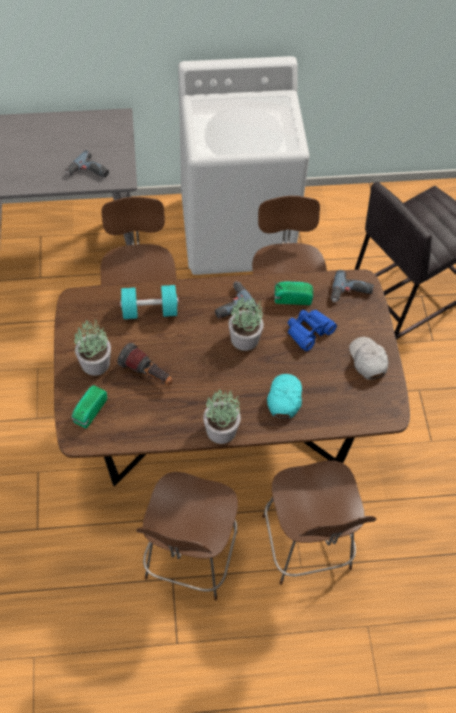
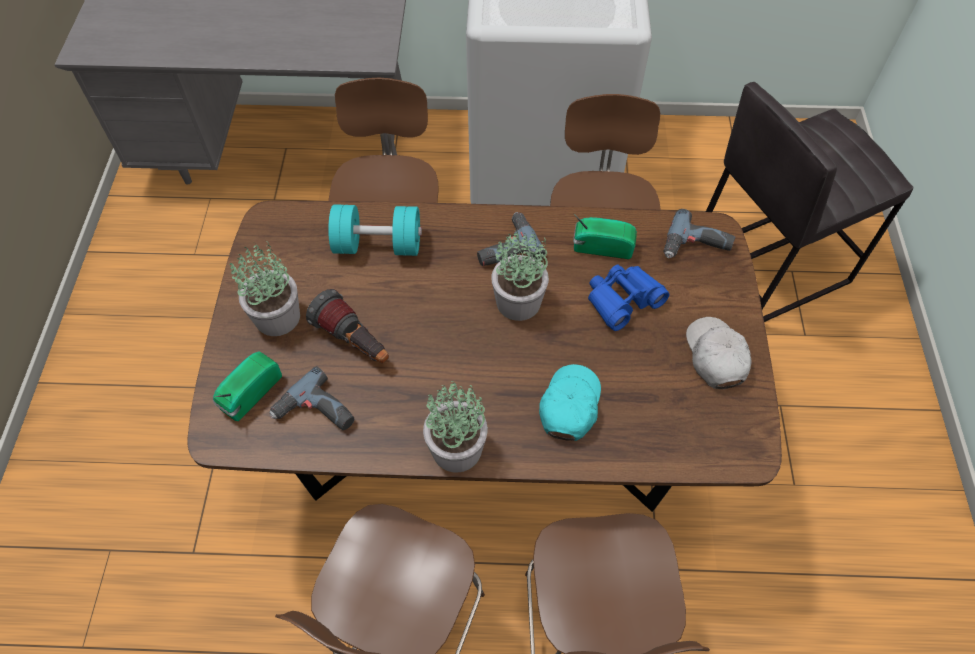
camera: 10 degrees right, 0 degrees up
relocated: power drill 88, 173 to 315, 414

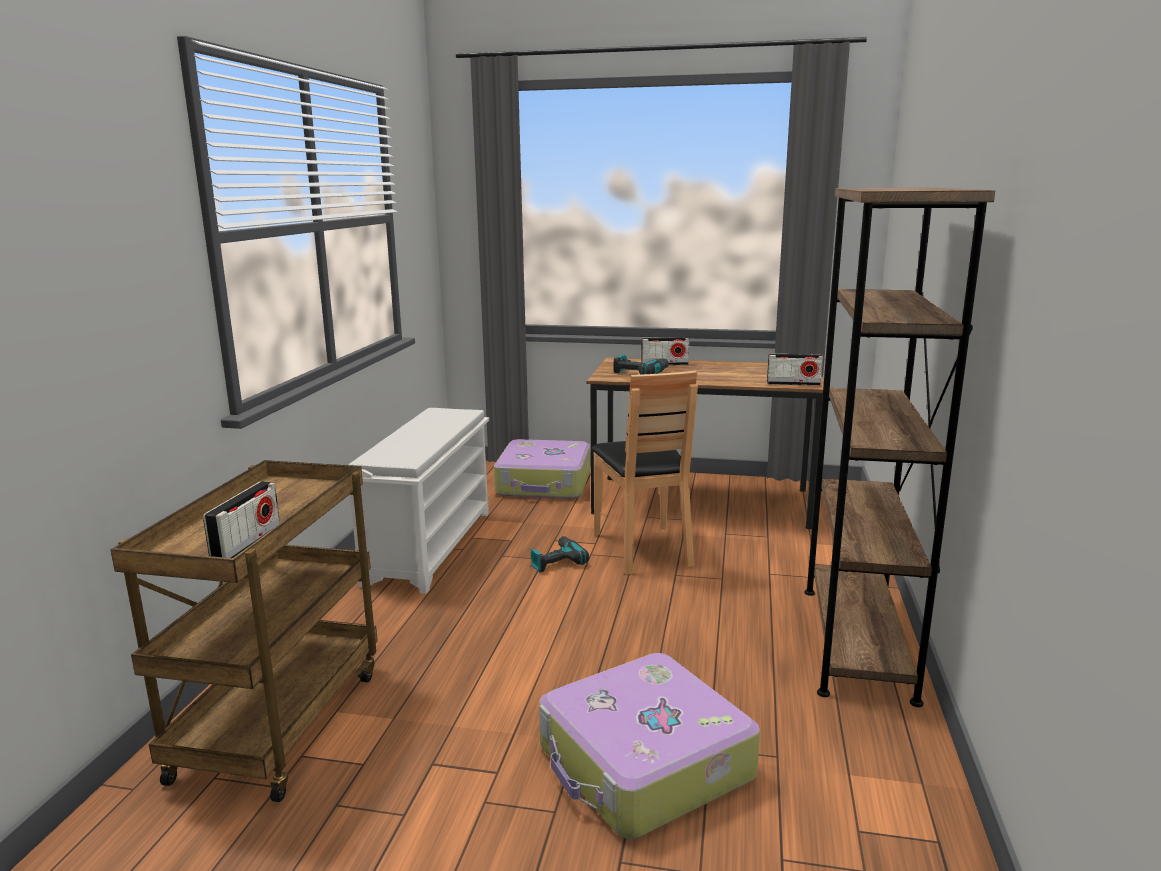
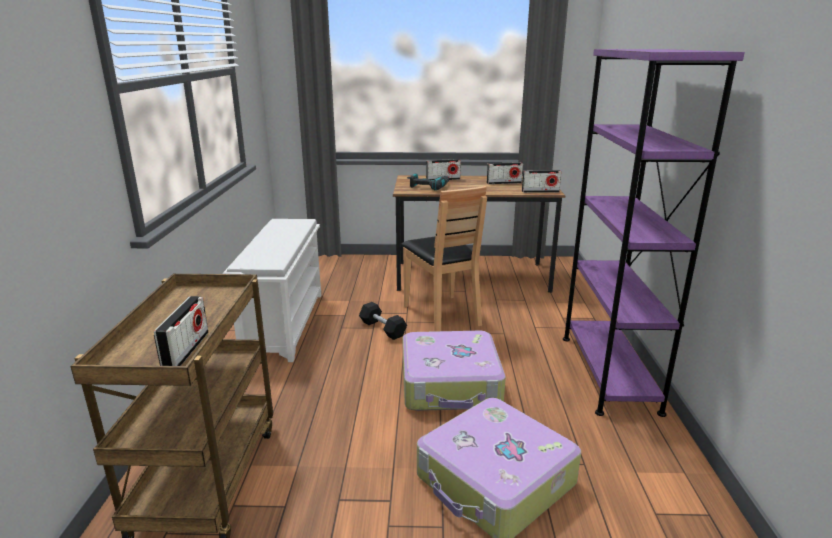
camera: 10 degrees left, 5 degrees up
appeared: radio 504, 183
relocated: suitcase 544, 483 to 451, 384
exchanged: power drill 556, 561 to dumbbell/black 382, 329
colour: bookcase/brown 856, 641 to bookcase/purple 608, 372

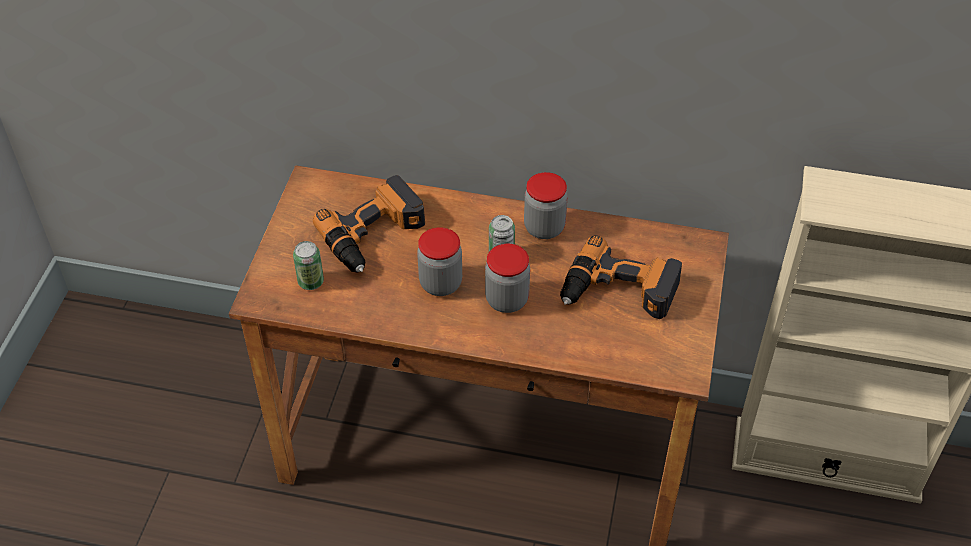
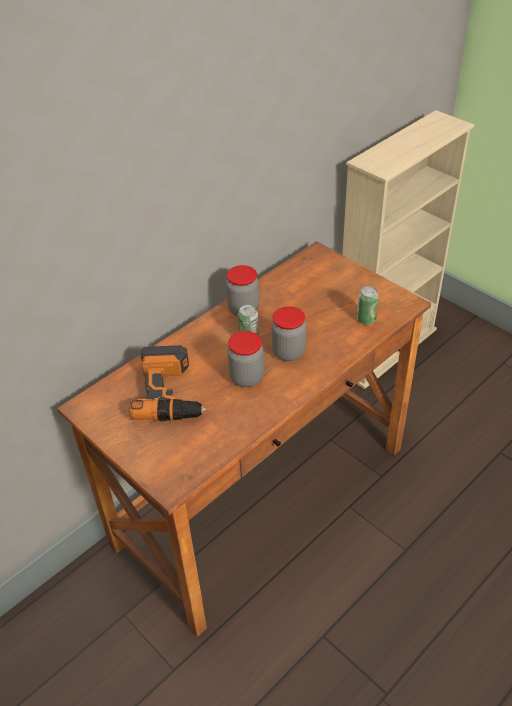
camera: 55 degrees left, 5 degrees down
missing: power drill 619, 292
relocated: can 311, 282 to 366, 319

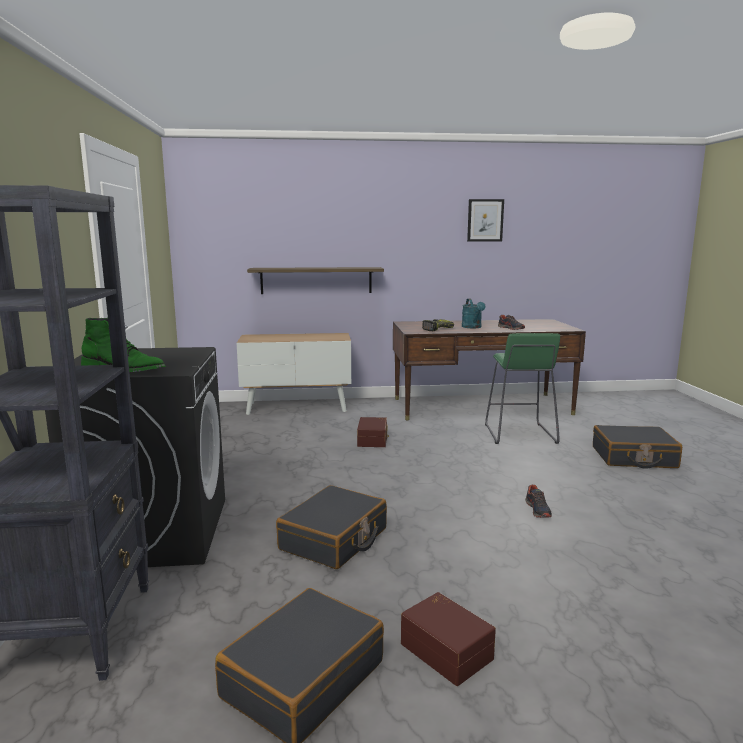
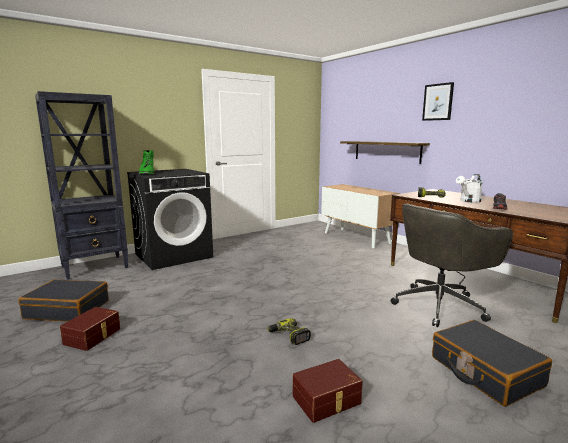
camera: 60 degrees right, 0 degrees up
missing: suitcase/black 334, 539
relocated: storage box/brown 373, 440 to 327, 400; picture 485, 220 to 437, 102
exchanged: stool/green 519, 434 to office chair/grey 440, 305; shoe 538, 510 to power drill 288, 336
colour: watering can/turquoise 473, 327 to watering can/white 468, 201

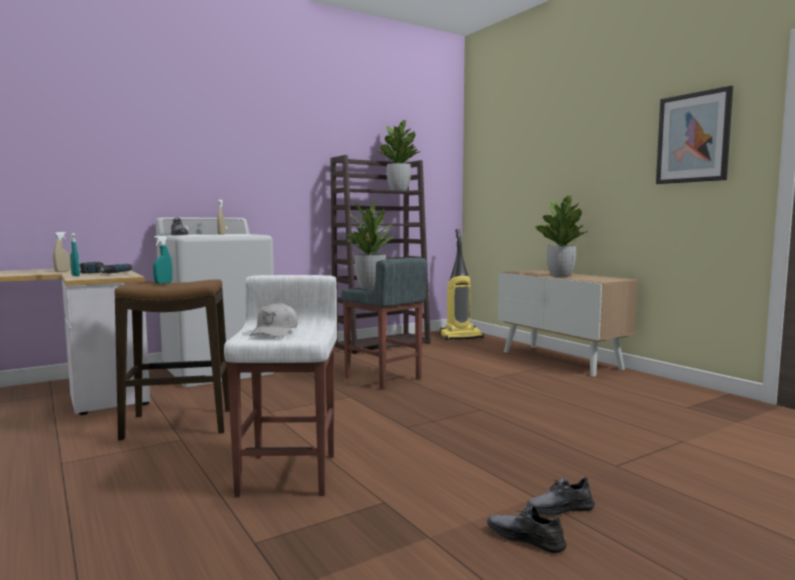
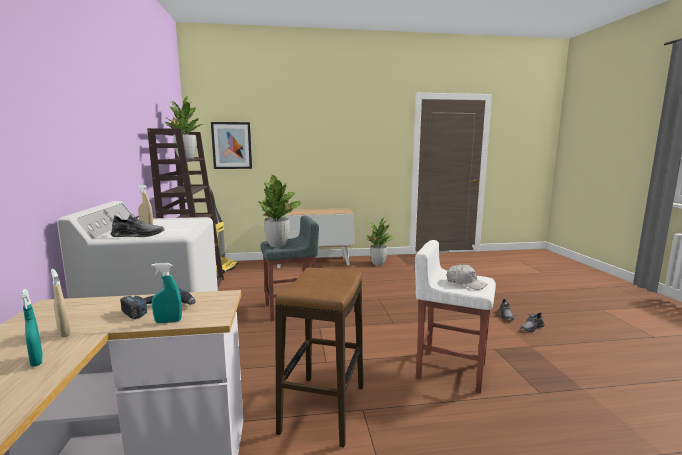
camera: 65 degrees left, 5 degrees up
relocated: spray bottle/turquoise 163, 283 to 37, 361; potted plant 560, 275 to 378, 263; picture 693, 138 to 232, 145

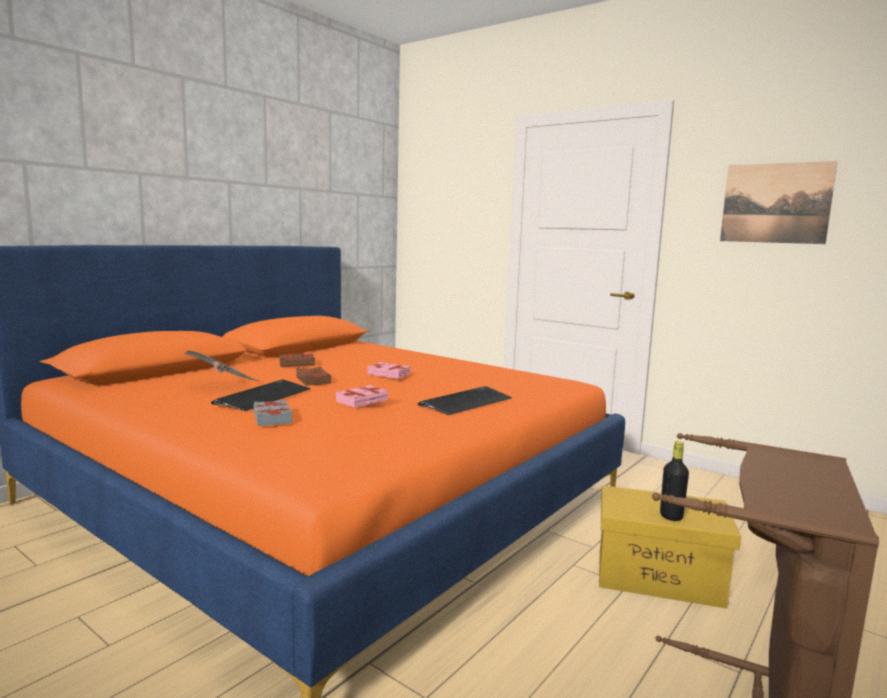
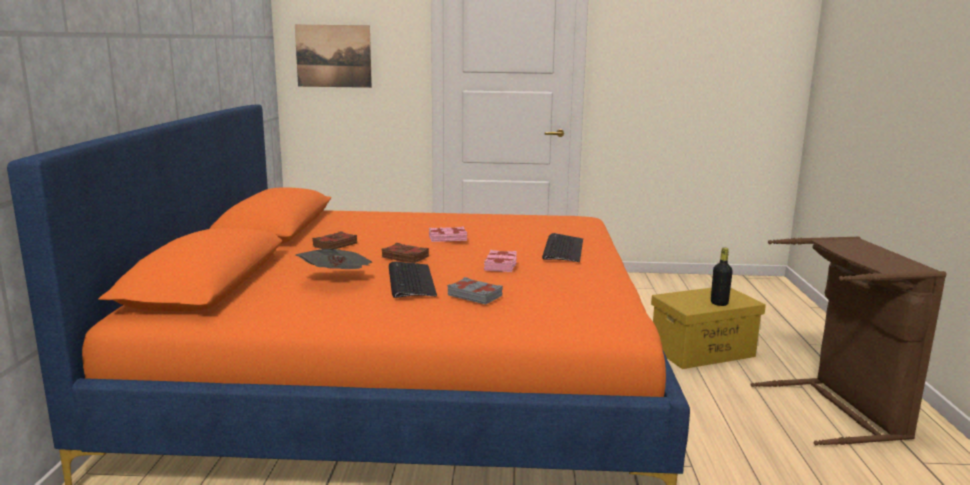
camera: 35 degrees left, 5 degrees up
relocated: picture 775, 203 to 333, 56

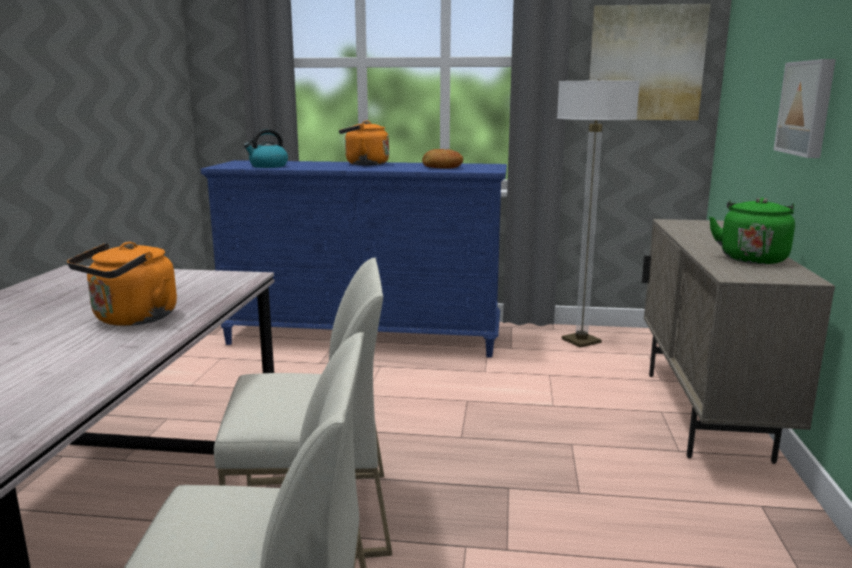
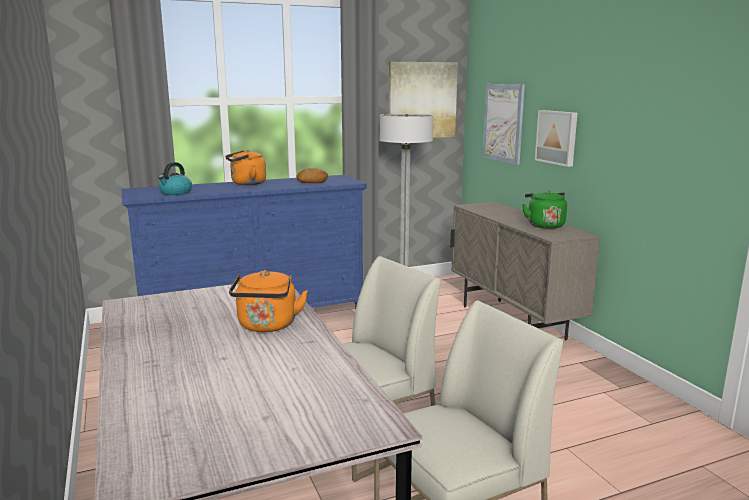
camera: 30 degrees left, 0 degrees up
appeared: picture 503, 123

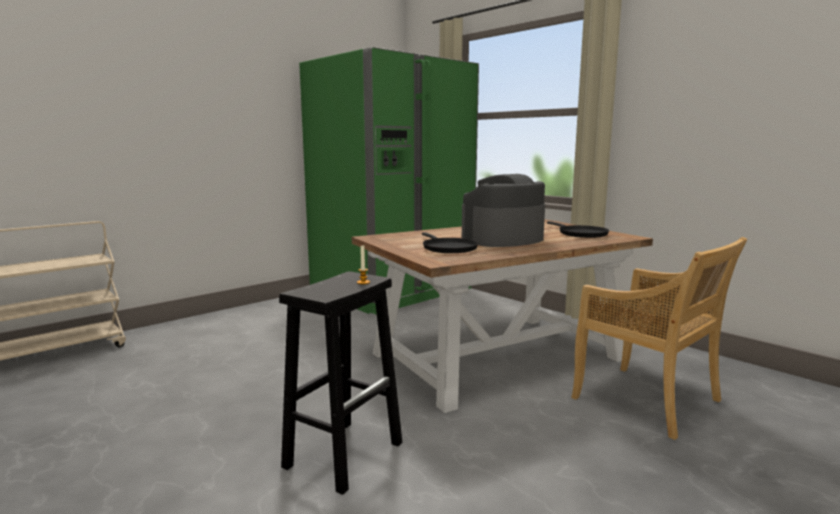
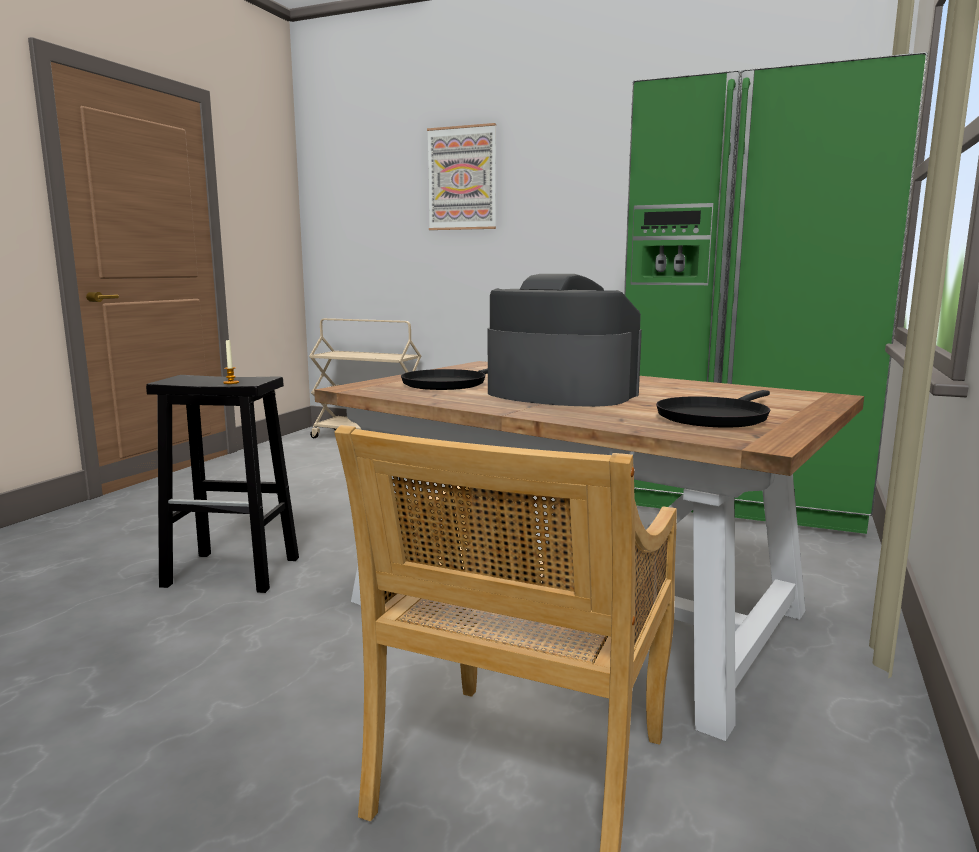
camera: 65 degrees right, 0 degrees up
appeared: picture 462, 178

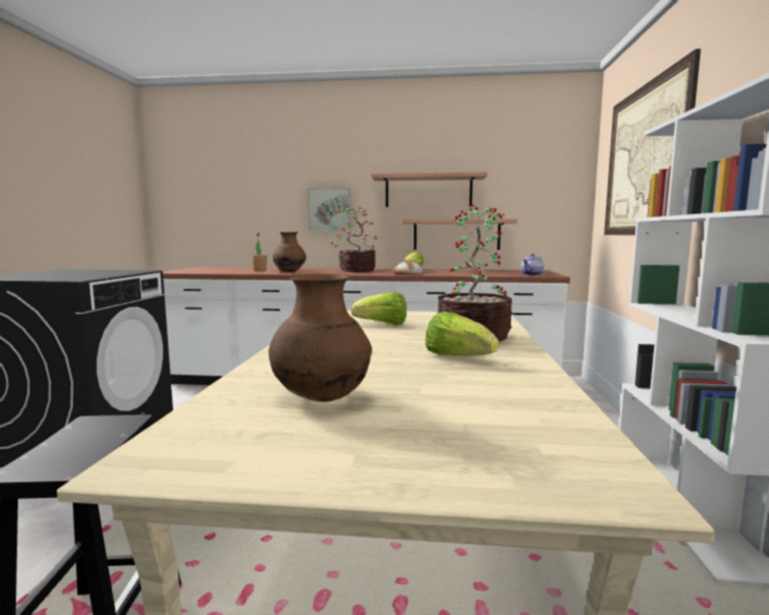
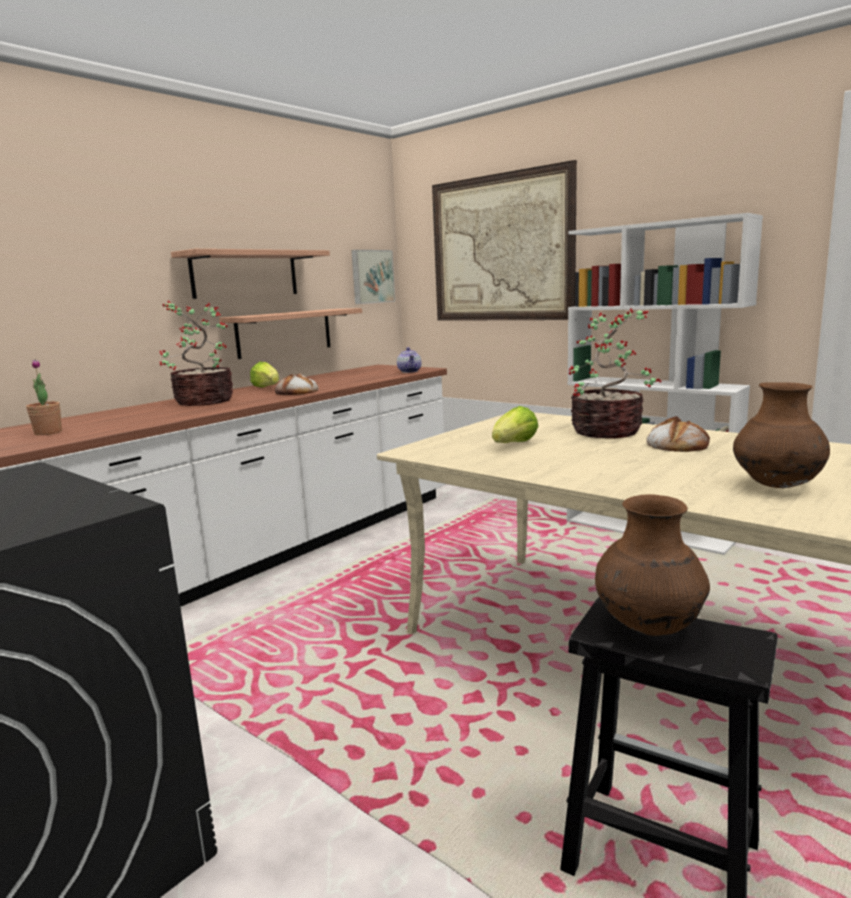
camera: 55 degrees left, 5 degrees up
relocated: vase/brown 289, 272 to 648, 626; picture 329, 209 to 371, 276
exchanged: lettuce 457, 357 to bread 676, 444

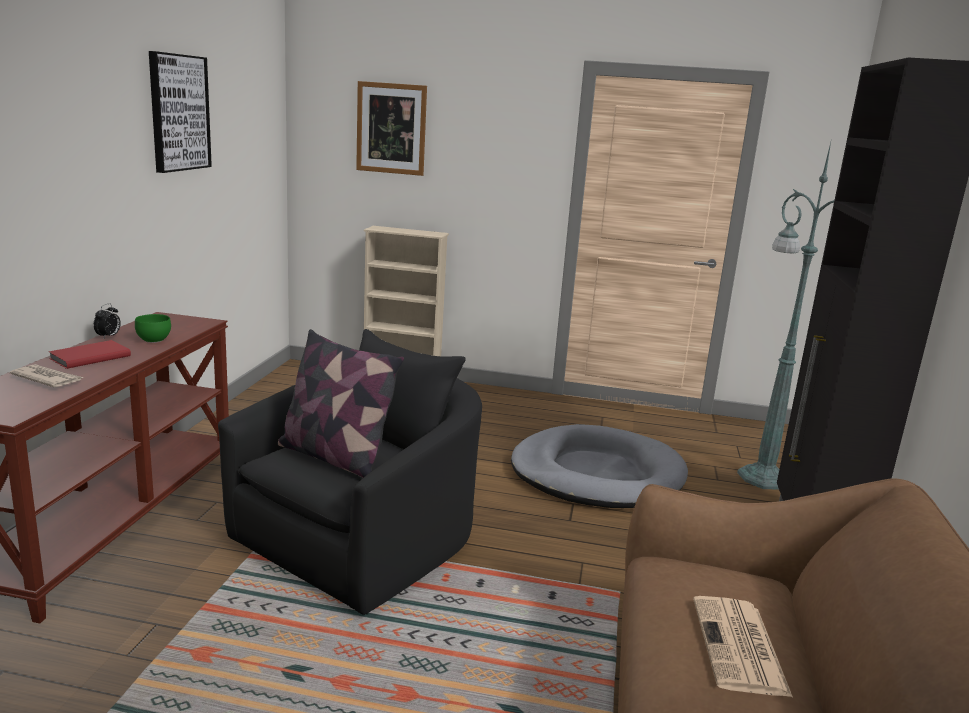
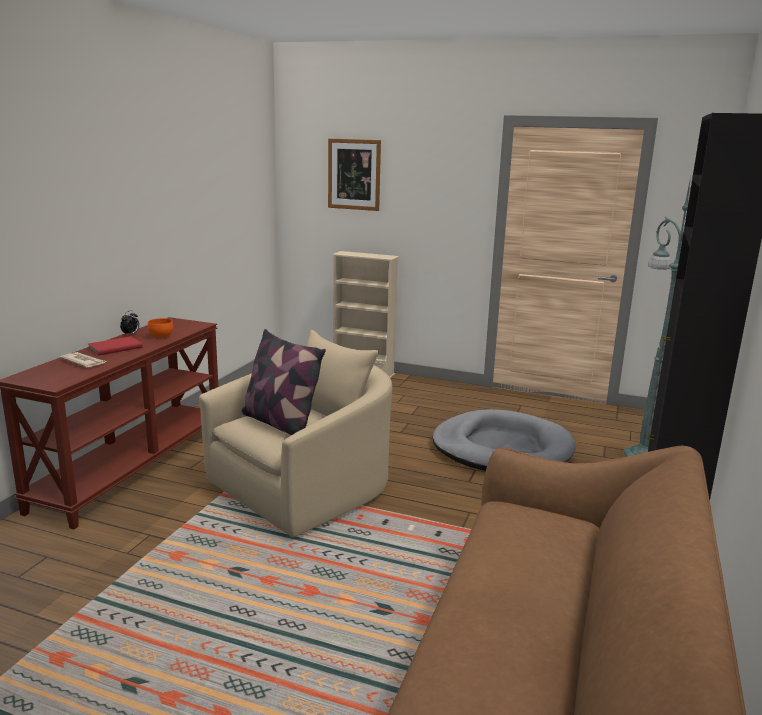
camera: 10 degrees right, 0 degrees up
missing: picture 178, 112; newspaper 740, 647
colour: bowl/green 152, 340 to bowl/orange 160, 337; armchair/black 364, 540 to armchair/beige 306, 488

